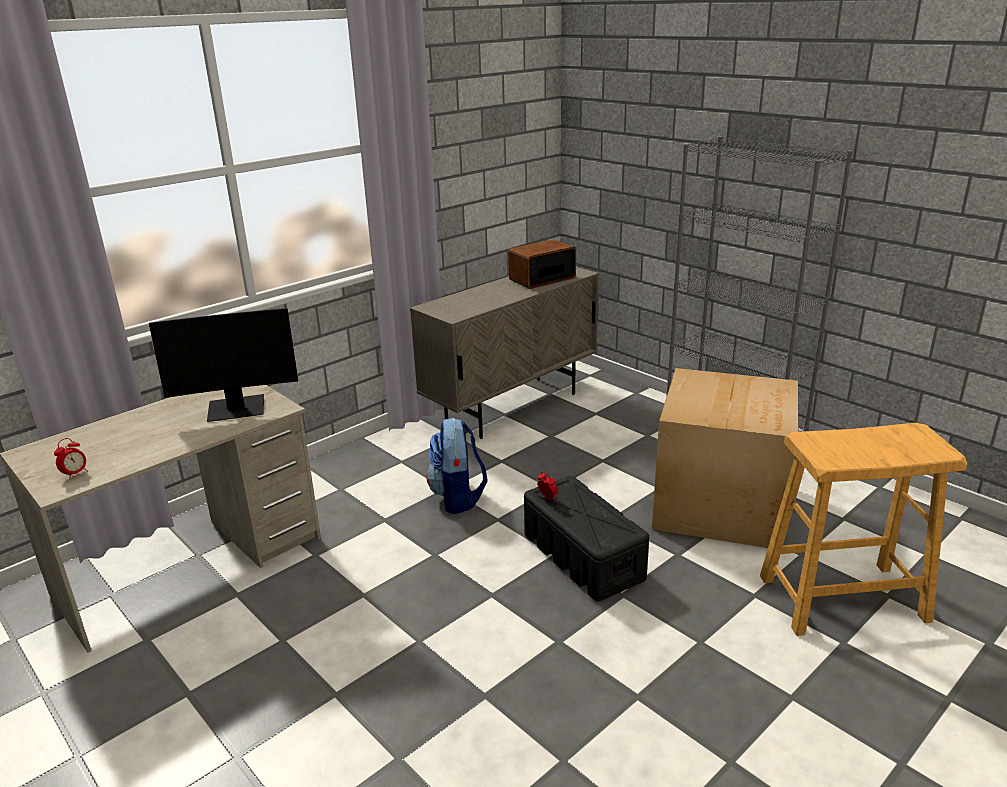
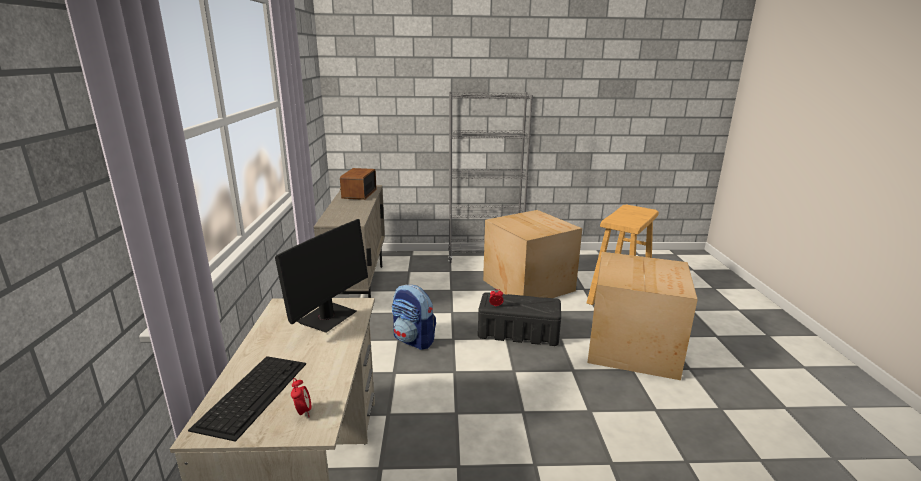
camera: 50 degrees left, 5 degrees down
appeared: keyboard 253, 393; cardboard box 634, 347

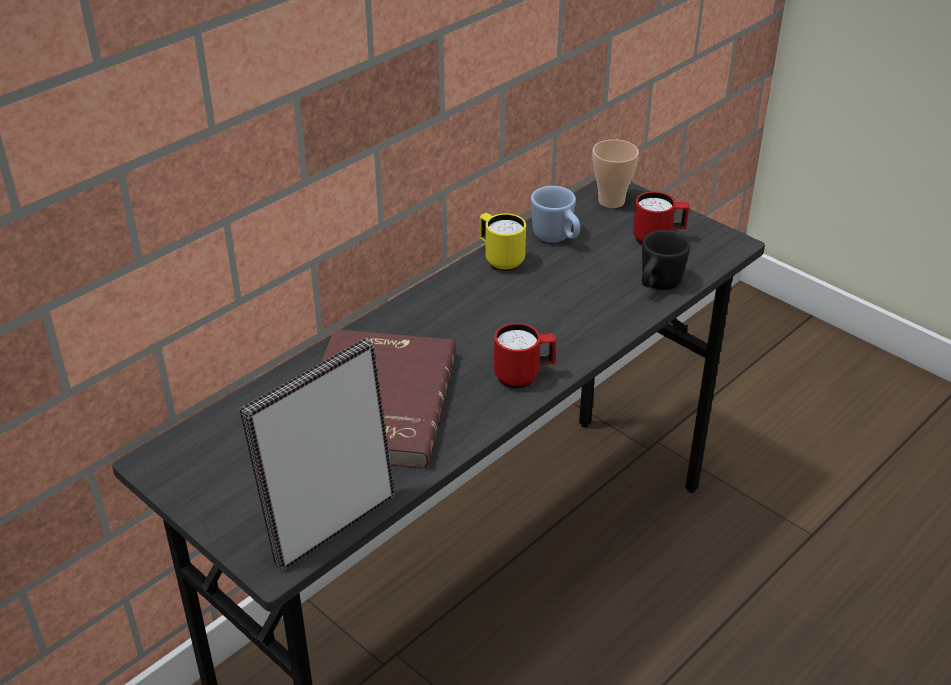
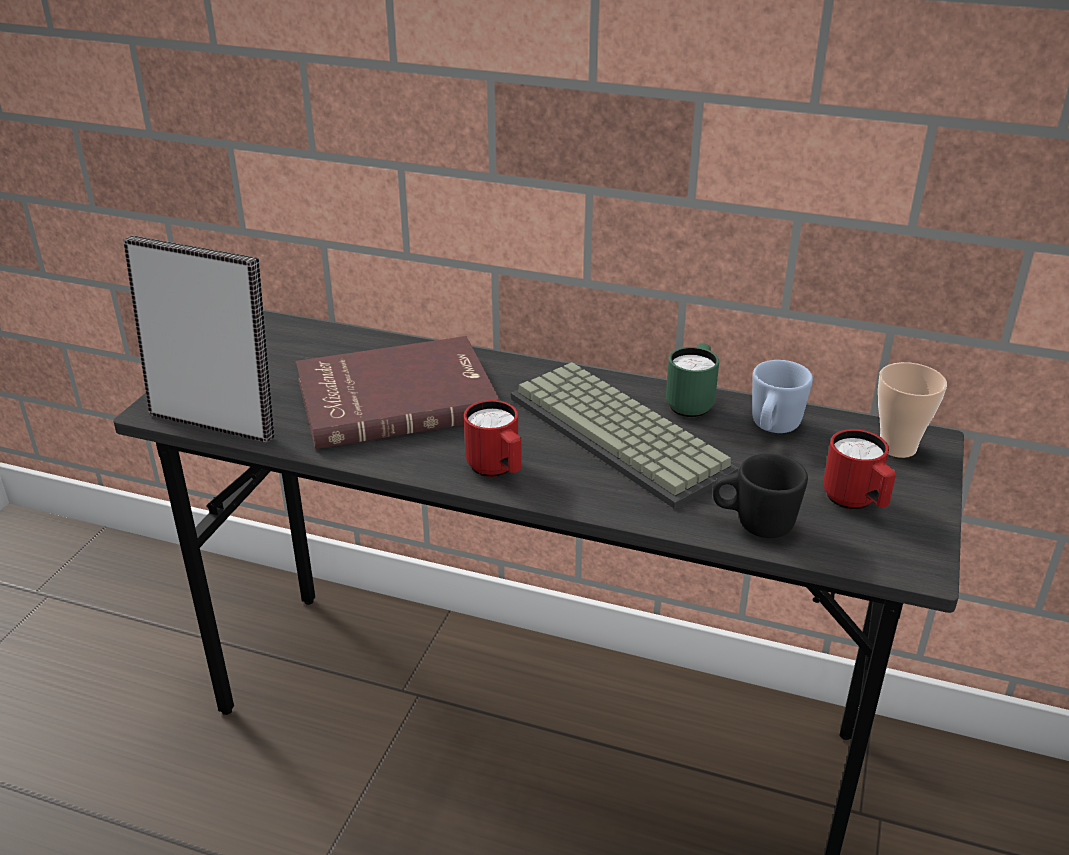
camera: 65 degrees right, 5 degrees down
appeared: keyboard 623, 434
colour: mug/yellow 500, 259 to mug/green 691, 403

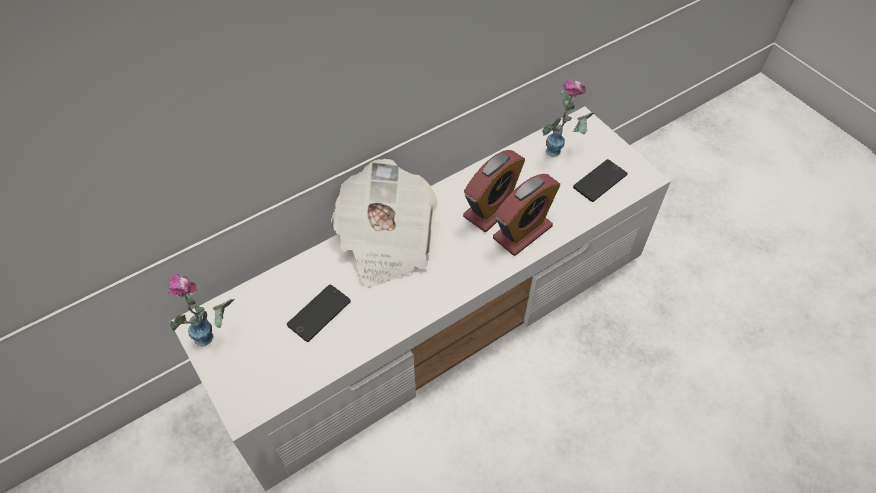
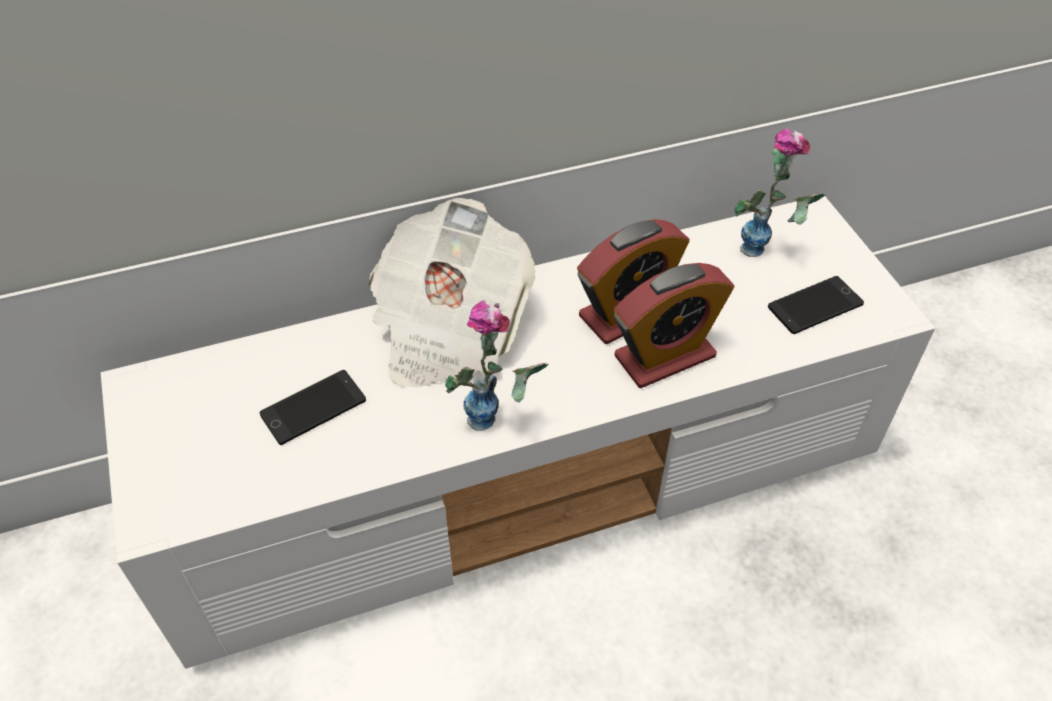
camera: 15 degrees right, 5 degrees down
relocated: vase 216, 339 to 499, 425

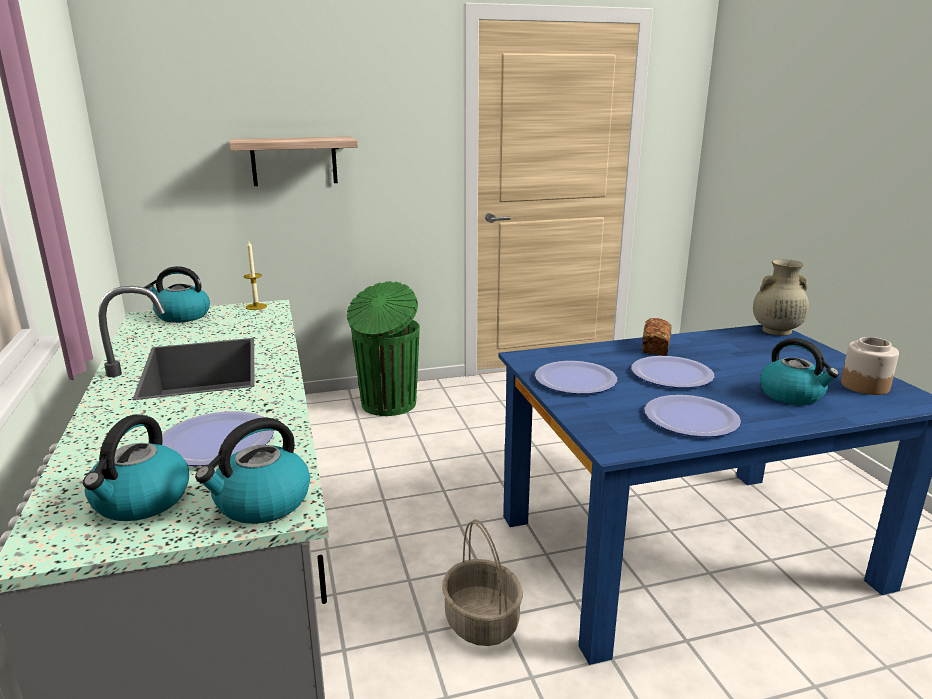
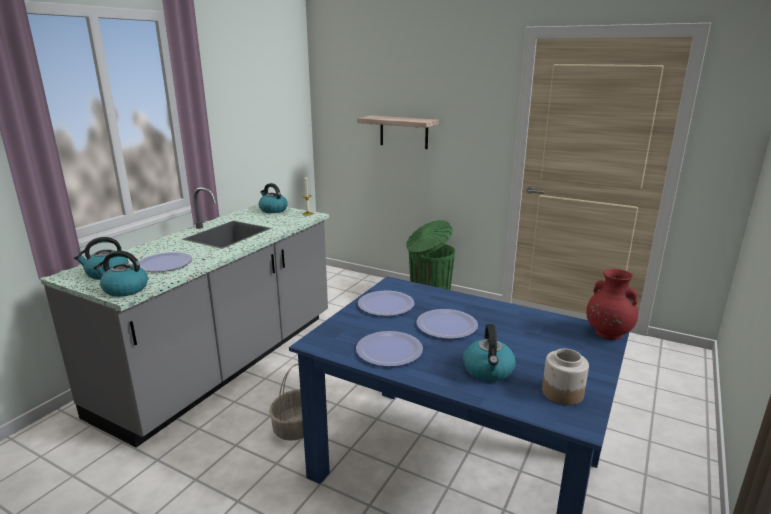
camera: 45 degrees right, 0 degrees up
missing: bread 655, 347
colour: vase/beige 775, 331 to vase/red 607, 333

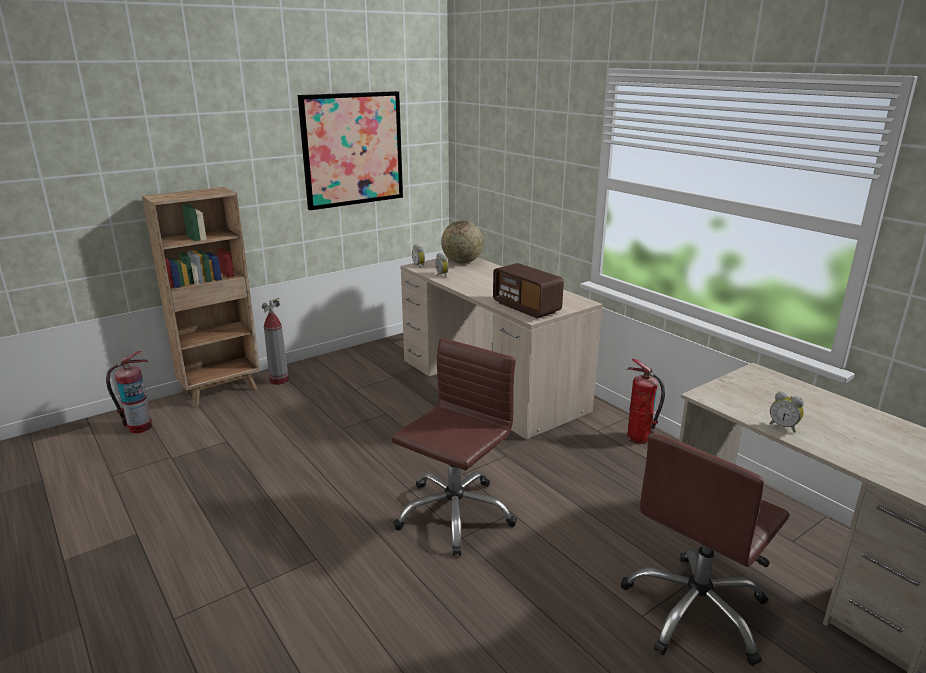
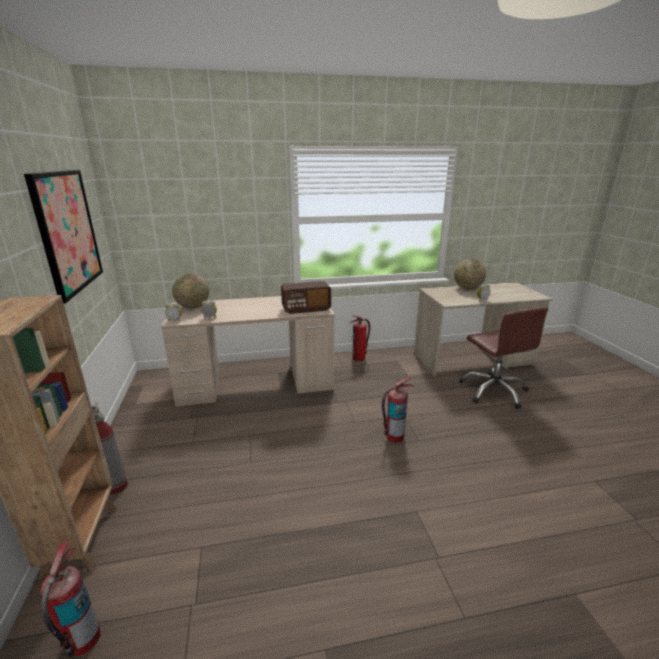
camera: 65 degrees left, 0 degrees up
appeared: globe 467, 288
exchanged: office chair/brown 454, 514 to fire extinguisher 394, 436

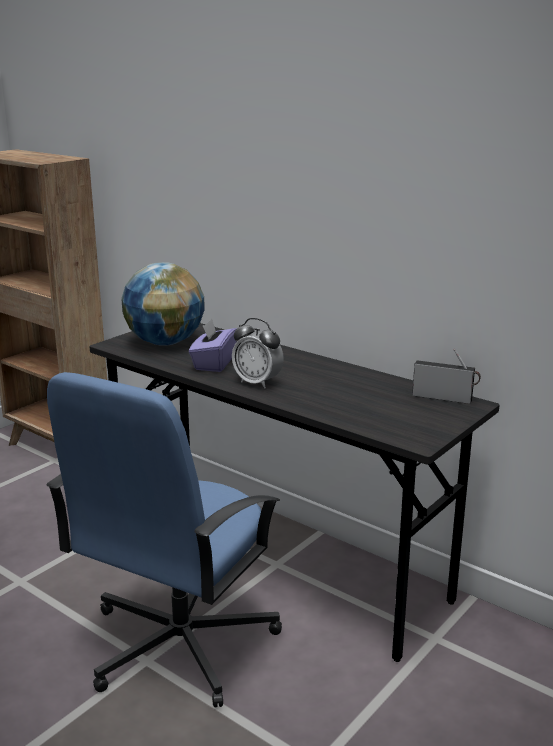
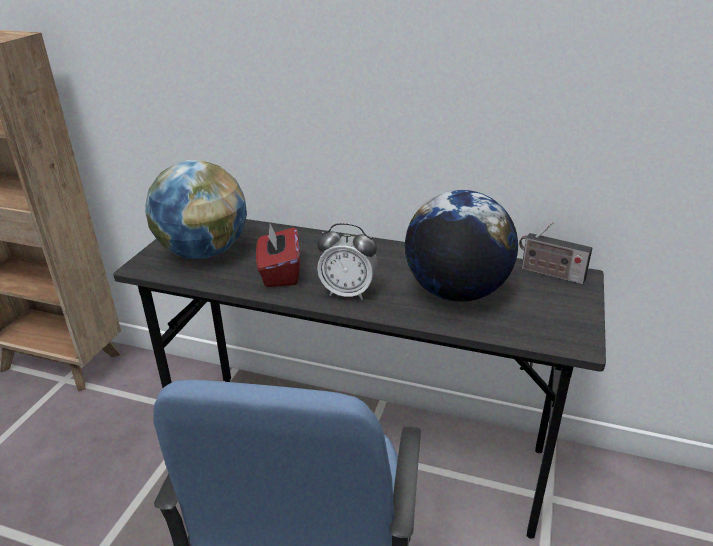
camera: 20 degrees left, 10 degrees up
appeared: globe 456, 292
colour: tissue box/purple 213, 363 to tissue box/red 279, 273
spun: radio 445, 398 = 549, 273 150 degrees counterclockwise

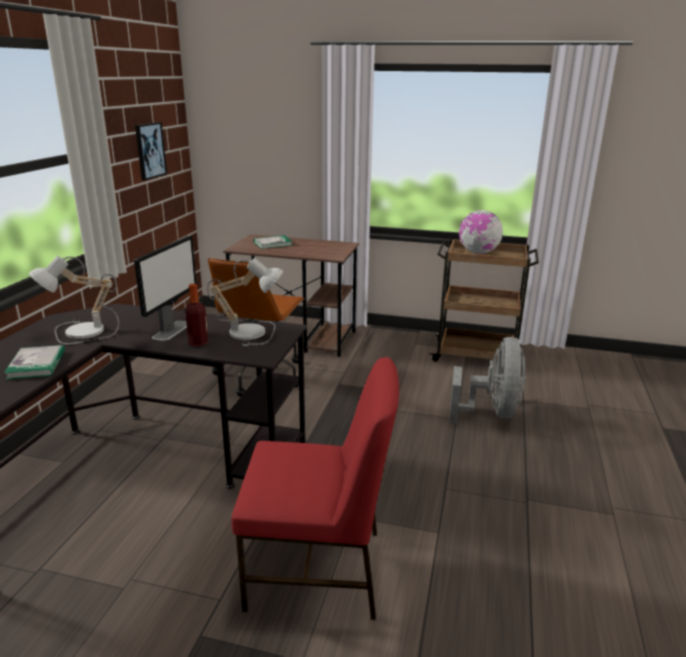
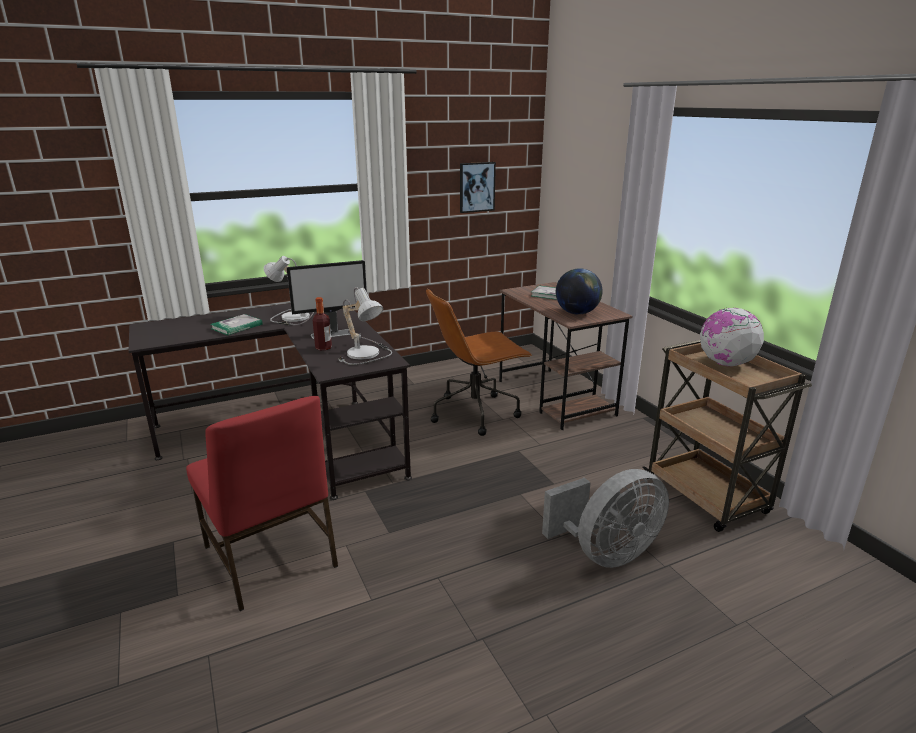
camera: 50 degrees right, 0 degrees up
appeared: globe 577, 313

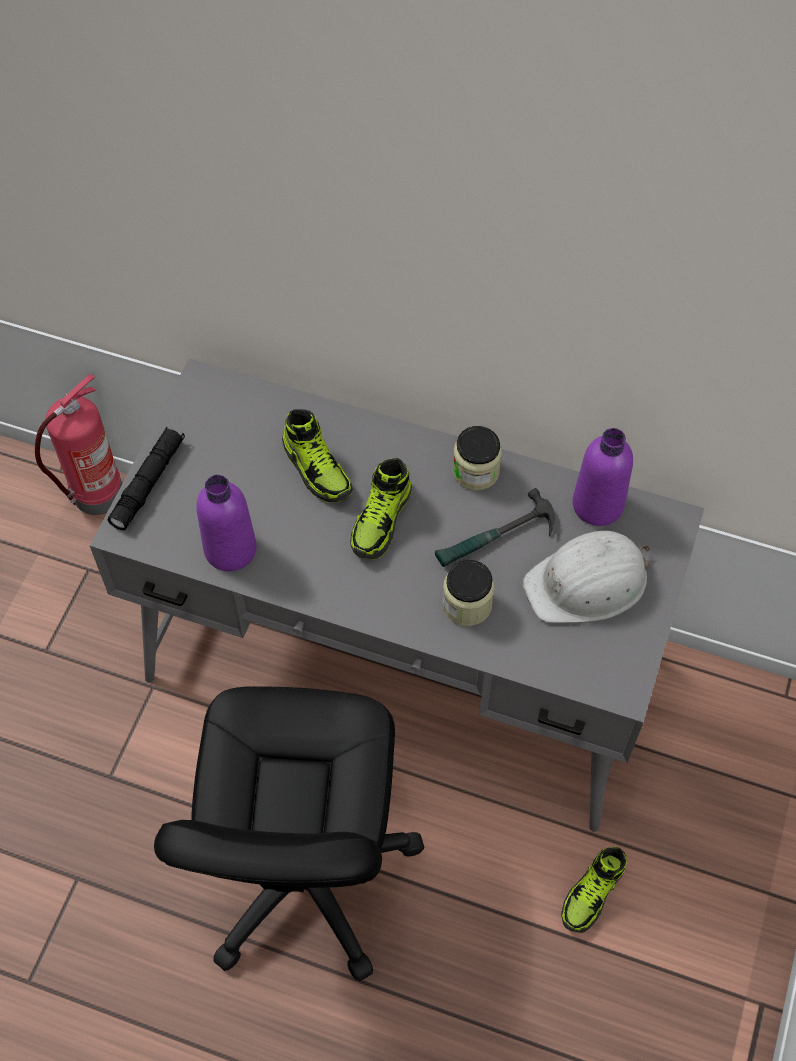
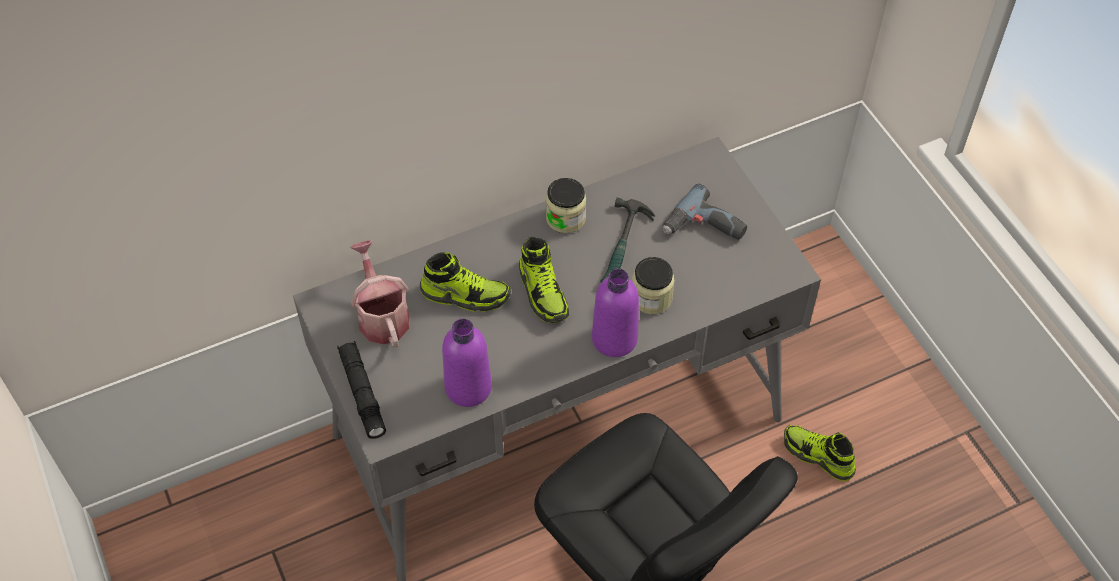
camera: 45 degrees left, 5 degrees down
missing: fire extinguisher 96, 495
appeared: watering can 382, 315
relocated: bottle/purple 597, 504 to 614, 339
exchanged: hard hat/white 588, 583 to power drill 704, 229
spun: shoe 592, 893 = 817, 456 135 degrees clockwise

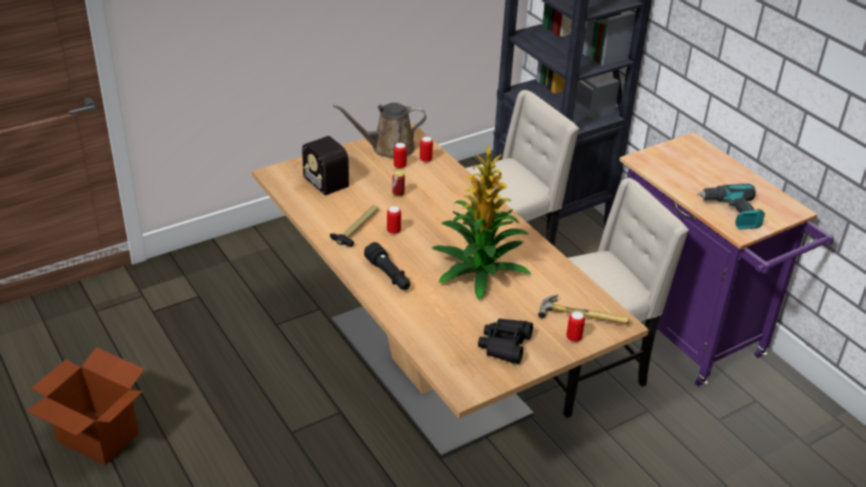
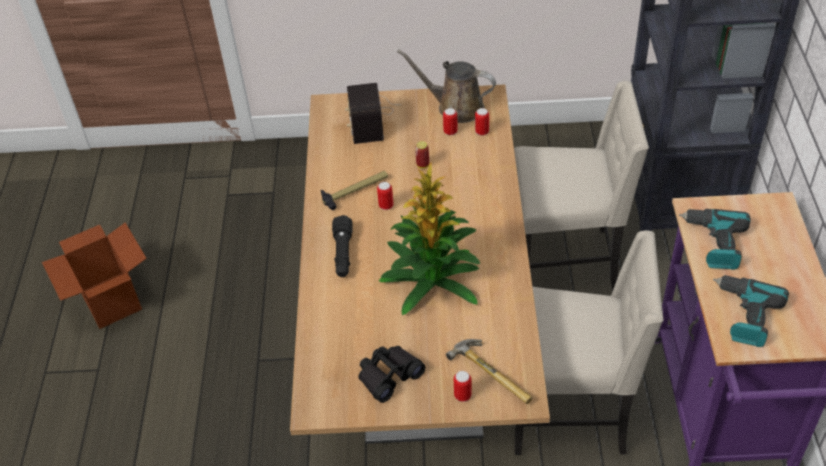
camera: 35 degrees right, 10 degrees up
appeared: power drill 714, 243

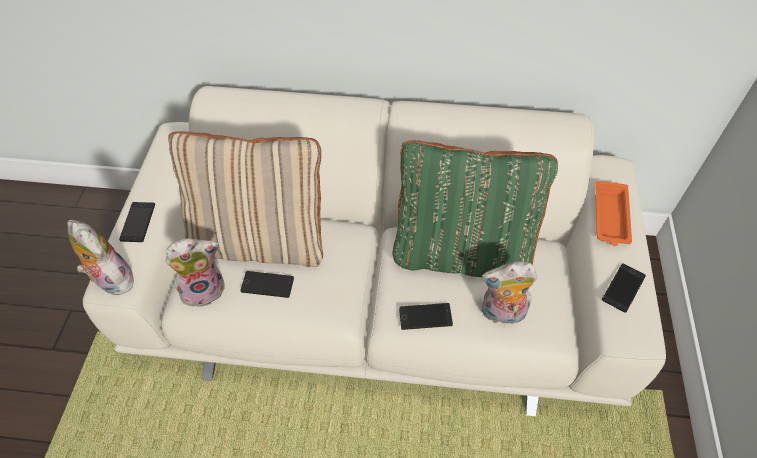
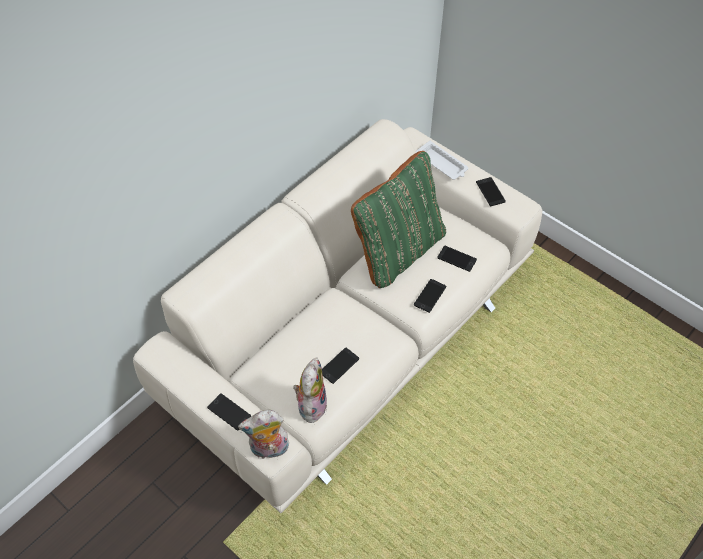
camera: 55 degrees left, 0 degrees up
missing: pillow/beige 261, 241
exchanged: plush toy 502, 314 to phone 456, 259
colour: tray/orange 610, 217 to tray/white 442, 164

